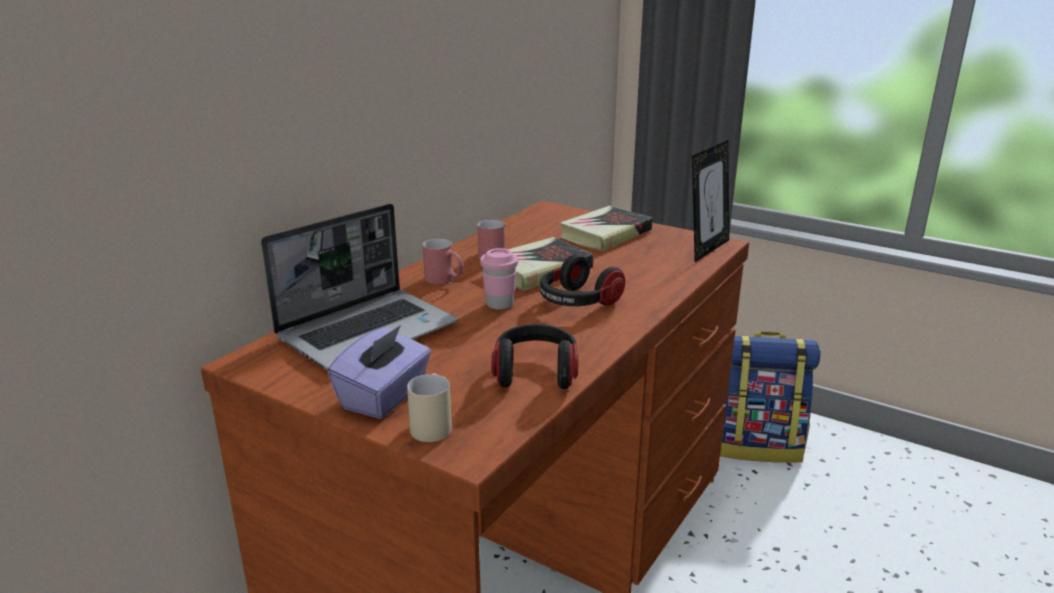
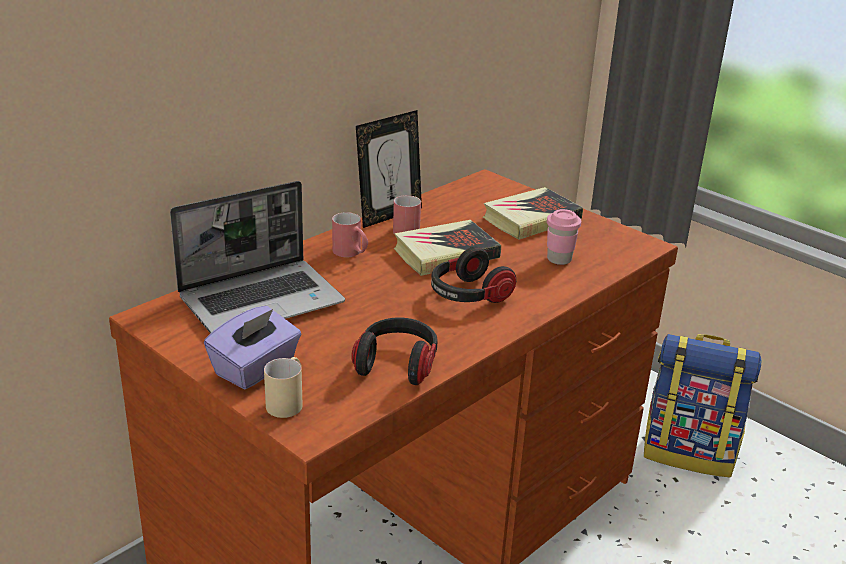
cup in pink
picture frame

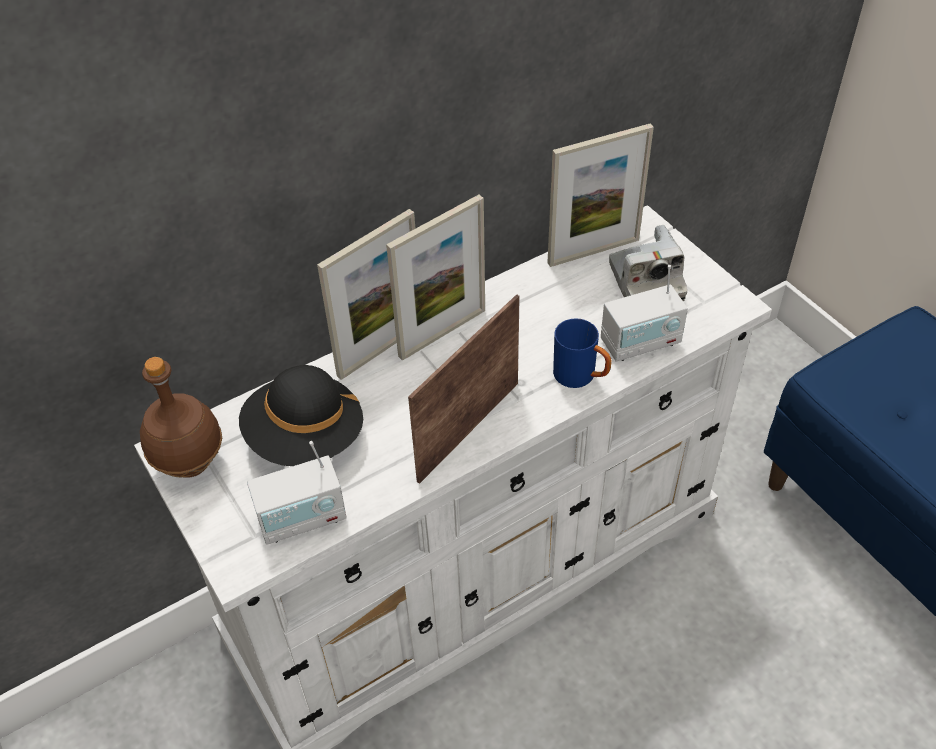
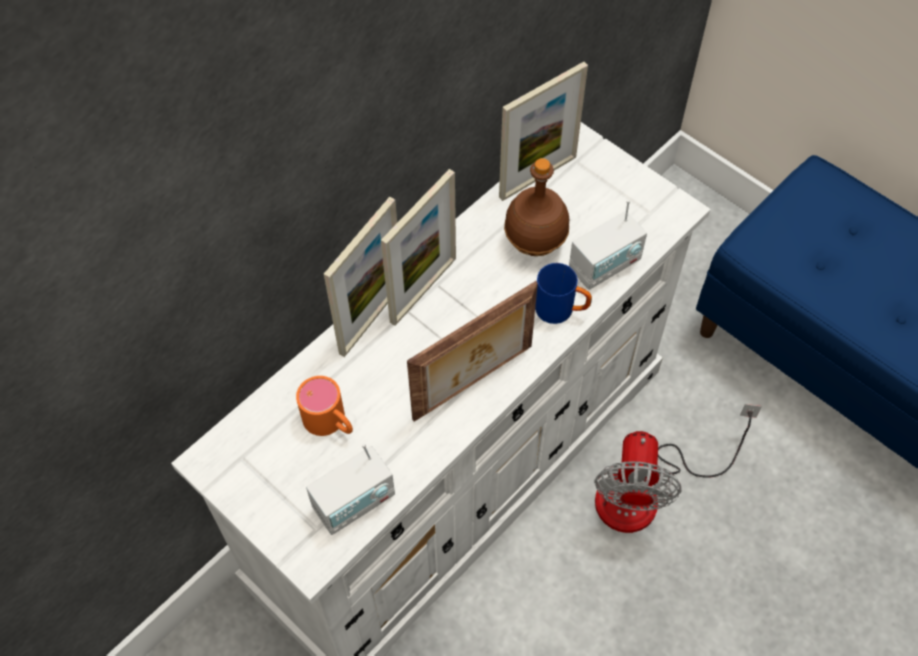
bottle in brown
mug in orange
picture frame (no. 3 from left)
photo camera
fan

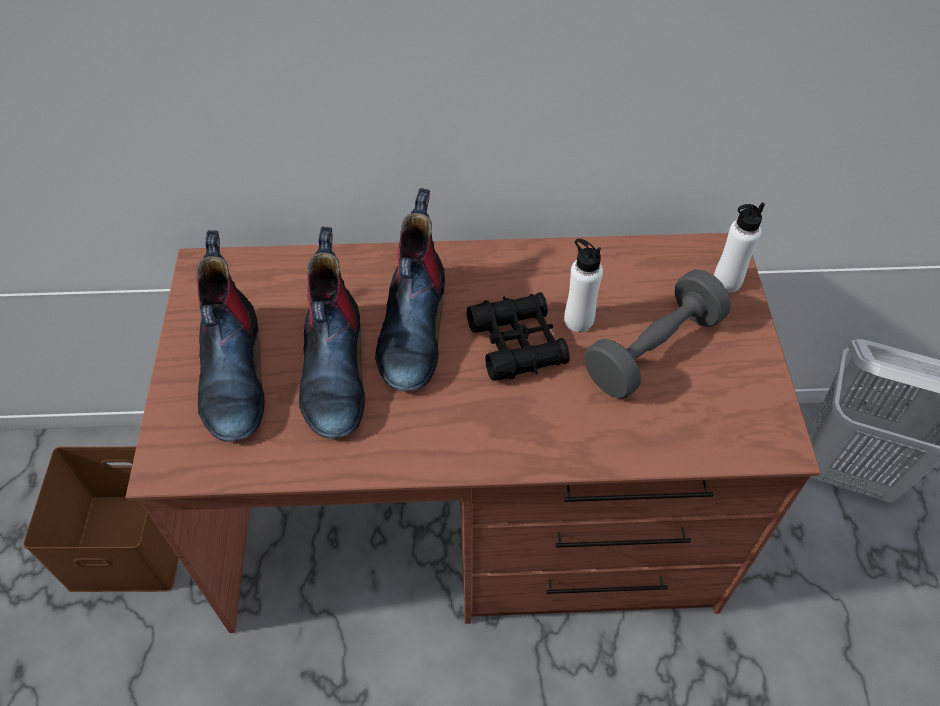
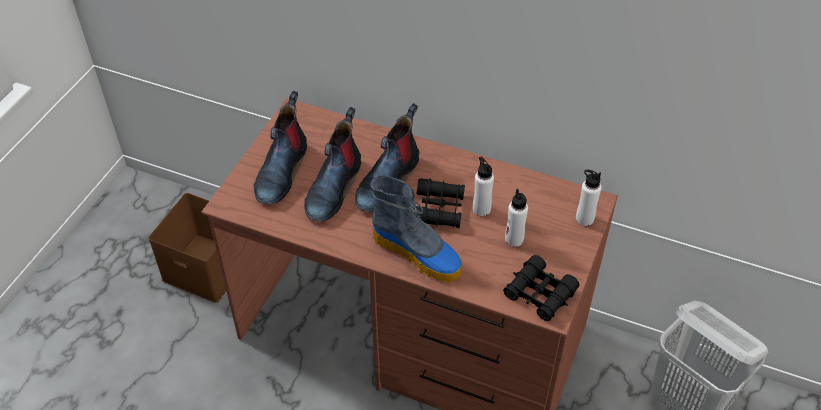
bottle in white (no. 2 from left)
boot (no. 4 from left)
binoculars in black (no. 2 from left)

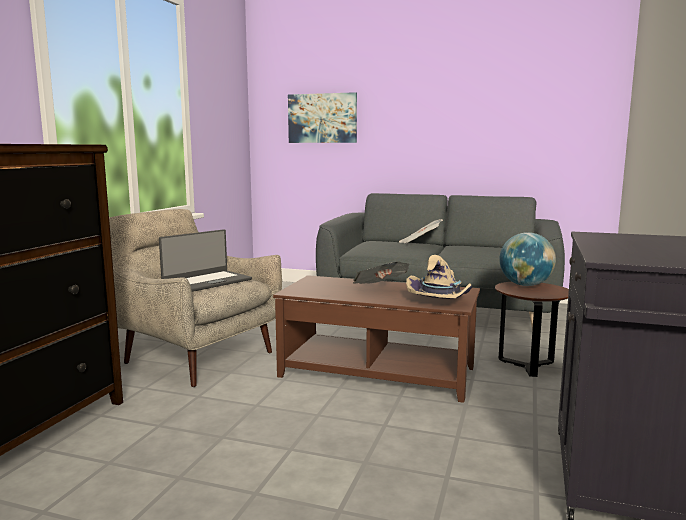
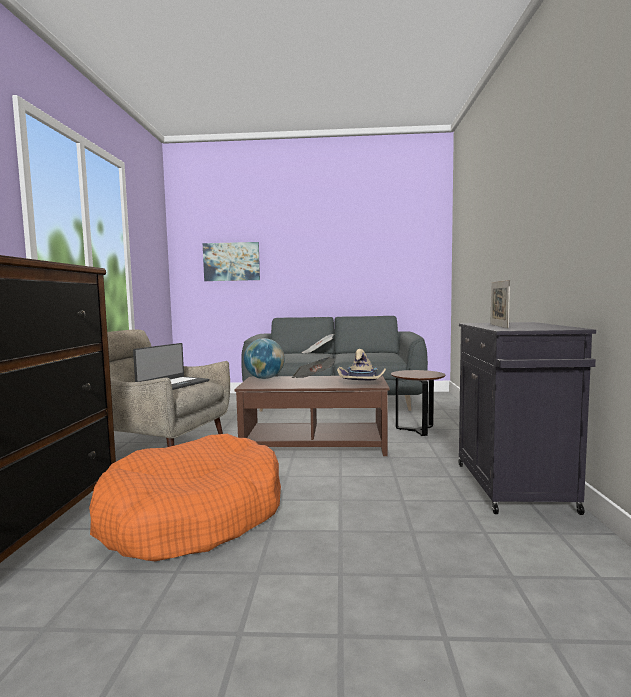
globe
dog bed in orange
picture frame

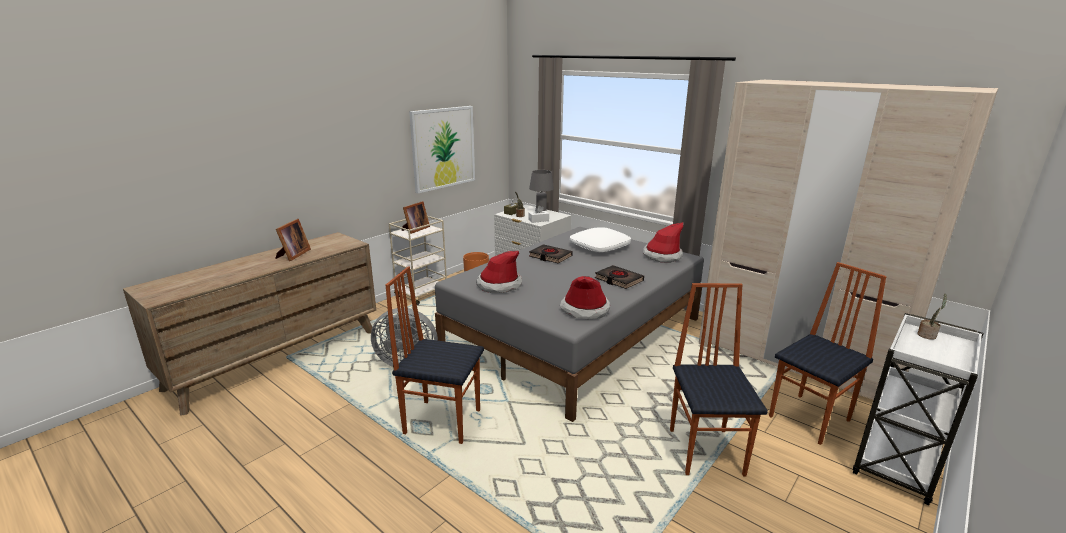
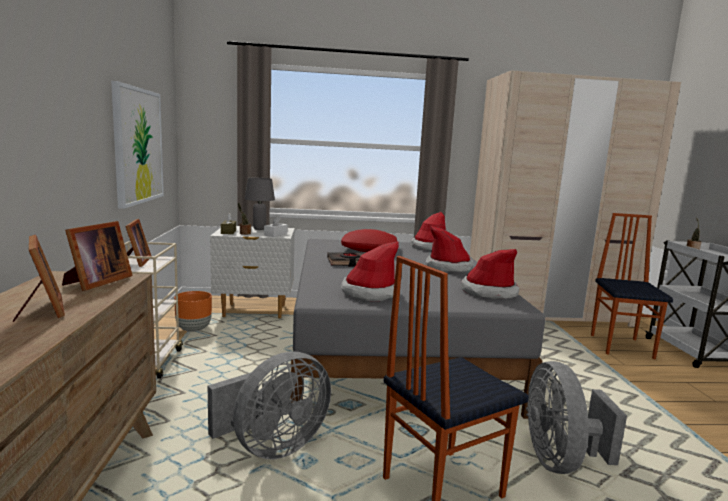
pillow in red
hat (no. 3 from left)
chair (no. 2 from left in the first image)
picture frame (no. 2 from left)
fan in grey (no. 2 from left)

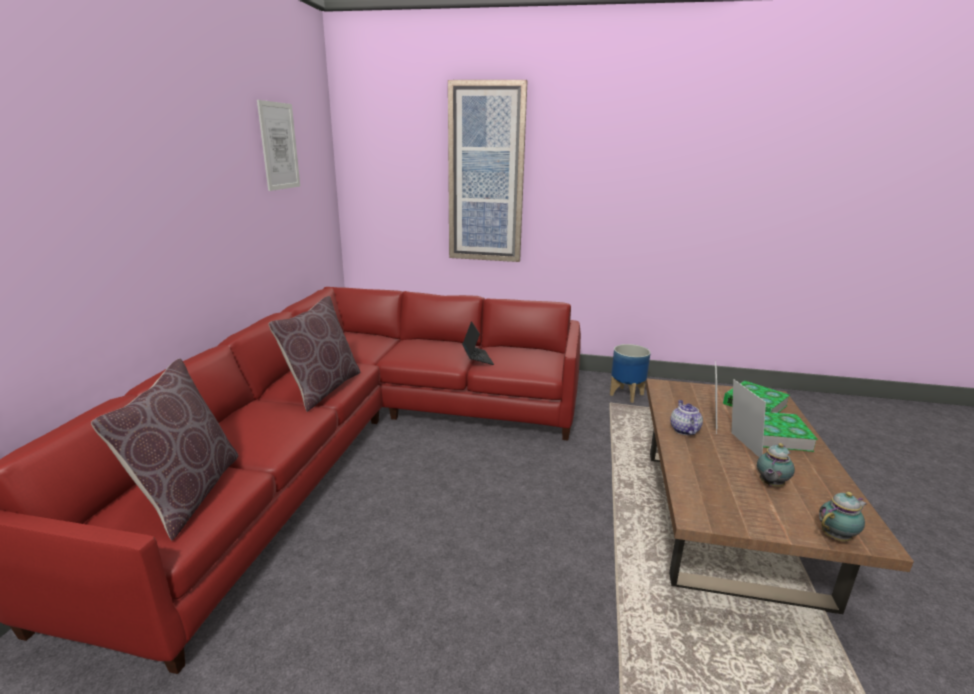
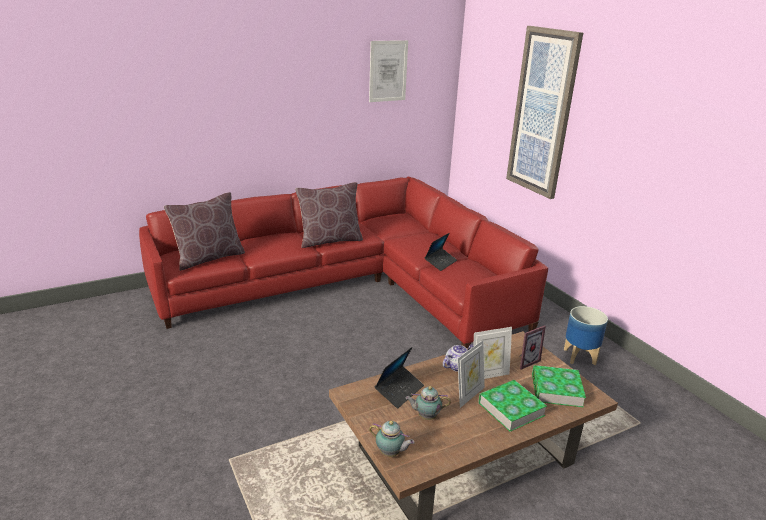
laptop (no. 1 from left)
picture frame (no. 3 from left)

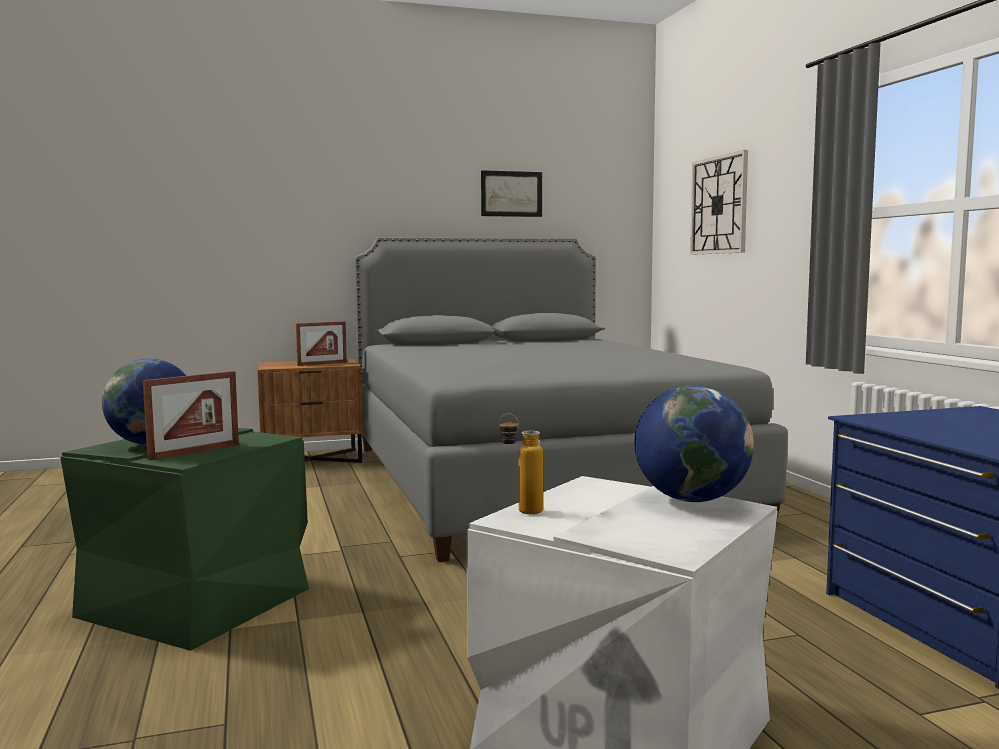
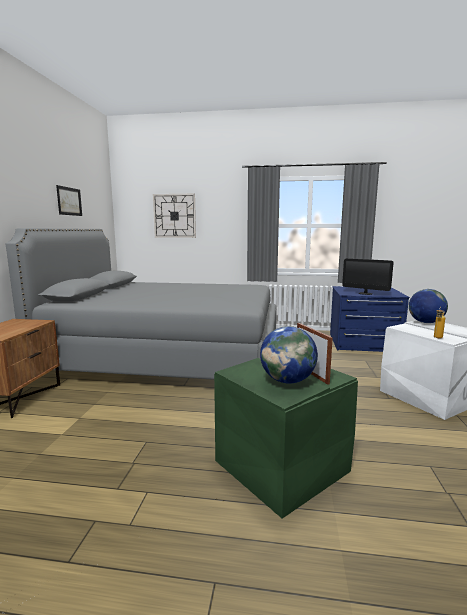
picture frame (no. 2 from left in the first image)
monitor

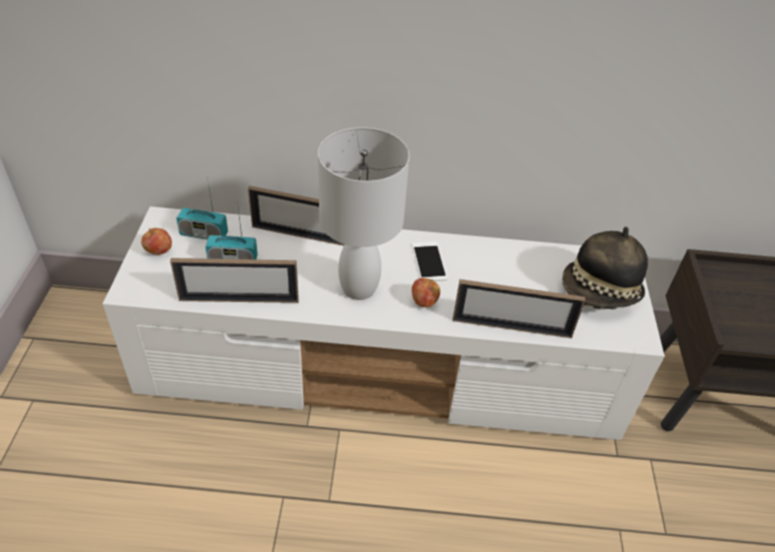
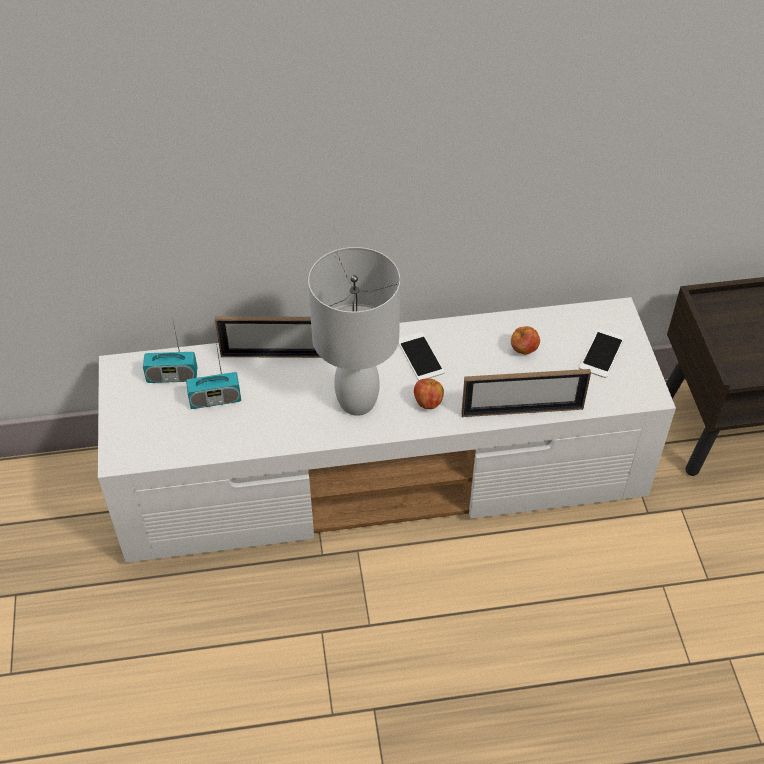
apple (no. 2 from left)
picture frame (no. 1 from left in the first image)
phone (no. 2 from left)

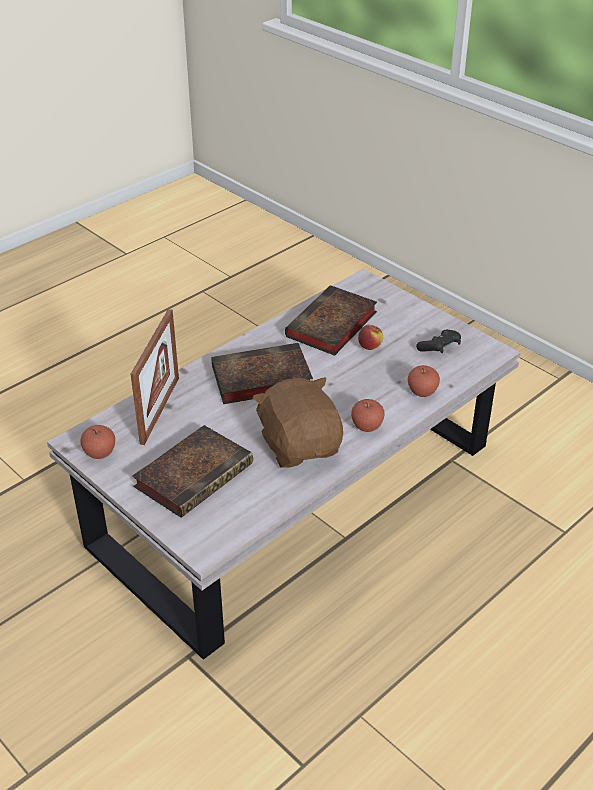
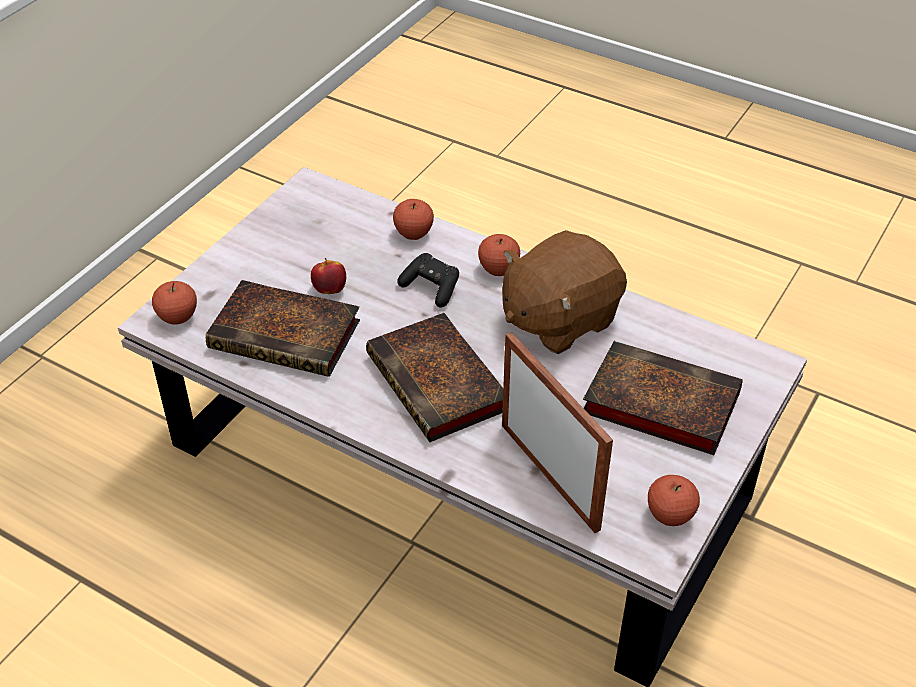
picture frame
game controller in black
apple (no. 1 from left)

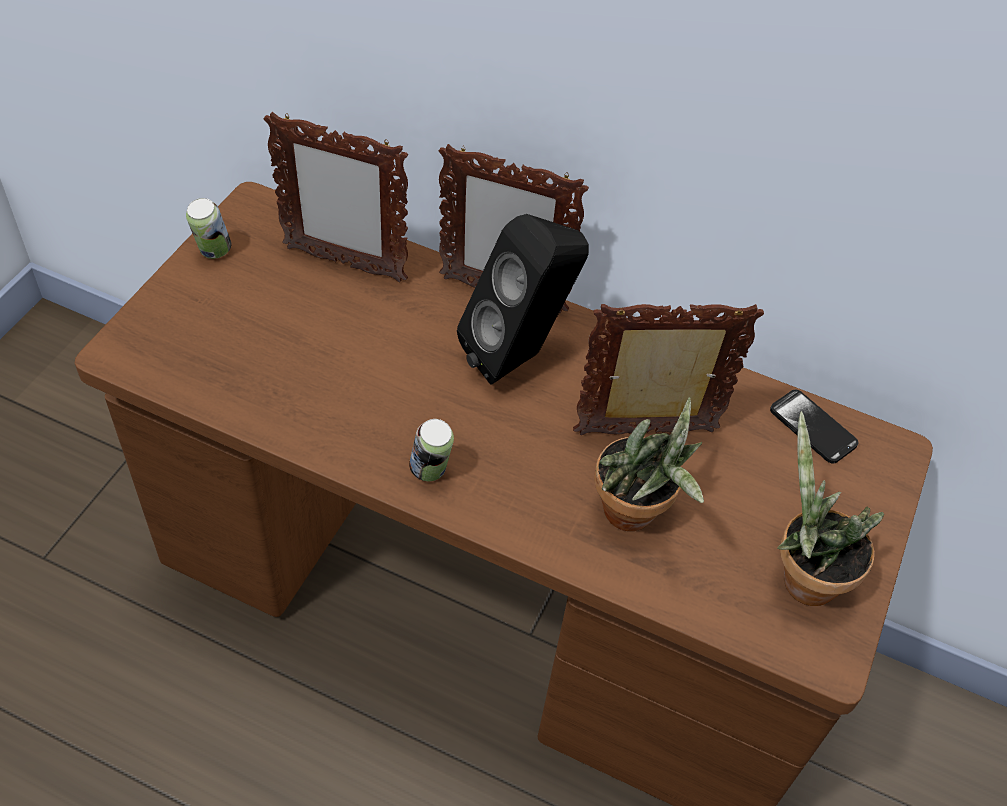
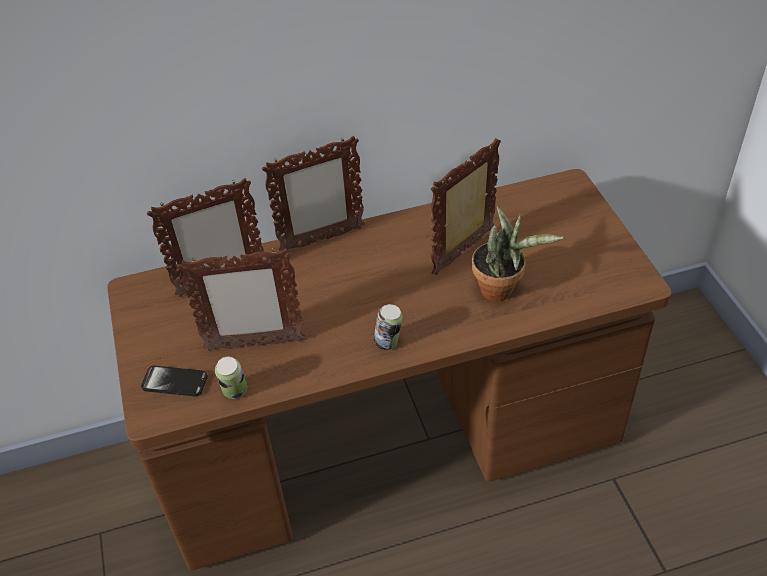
can (no. 1 from left)
speaker in black
phone
potted plant (no. 2 from left in the first image)
picture frame (no. 2 from left)

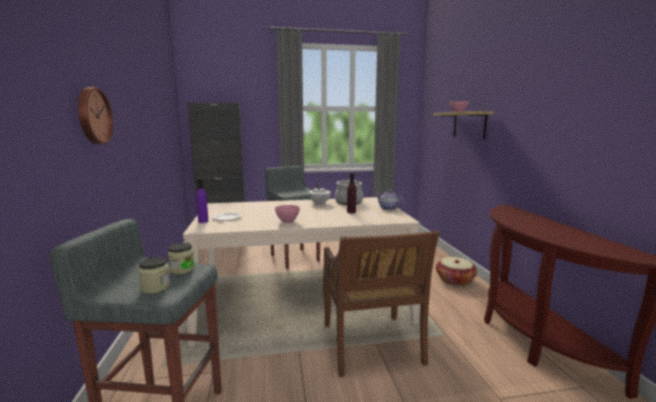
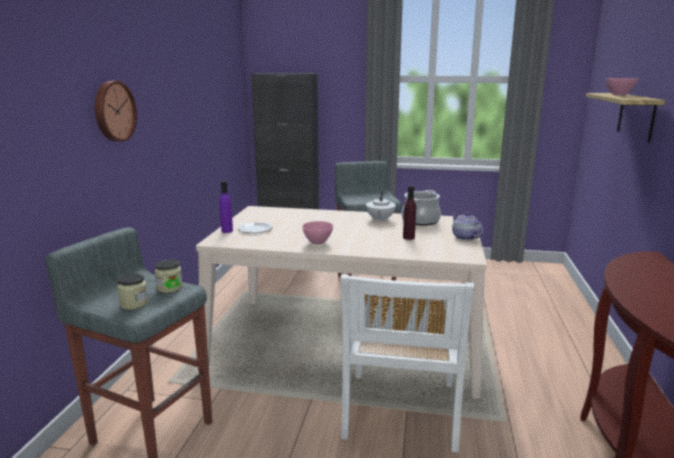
chair in white
basket

